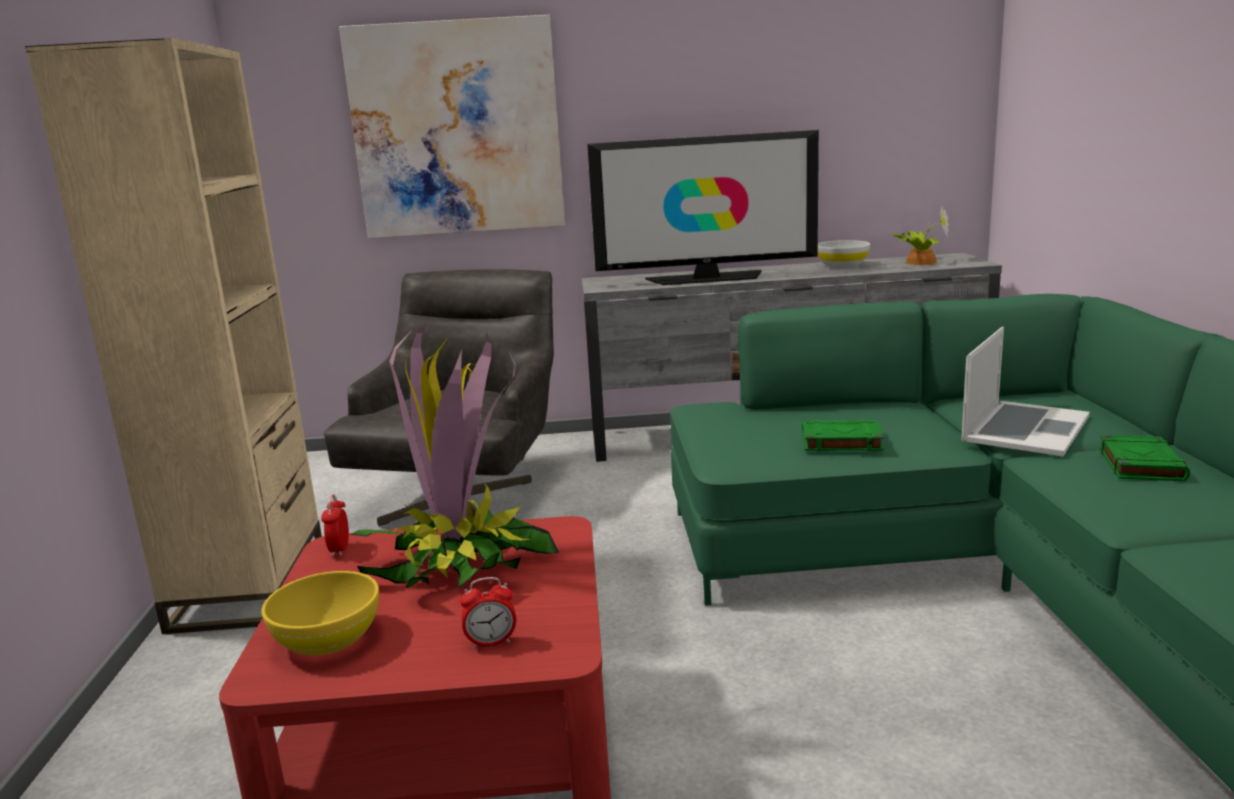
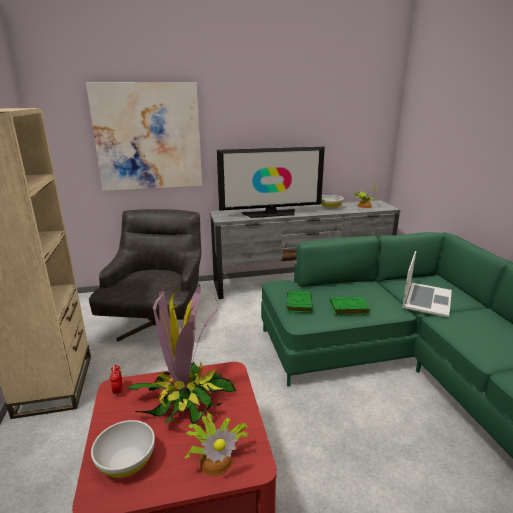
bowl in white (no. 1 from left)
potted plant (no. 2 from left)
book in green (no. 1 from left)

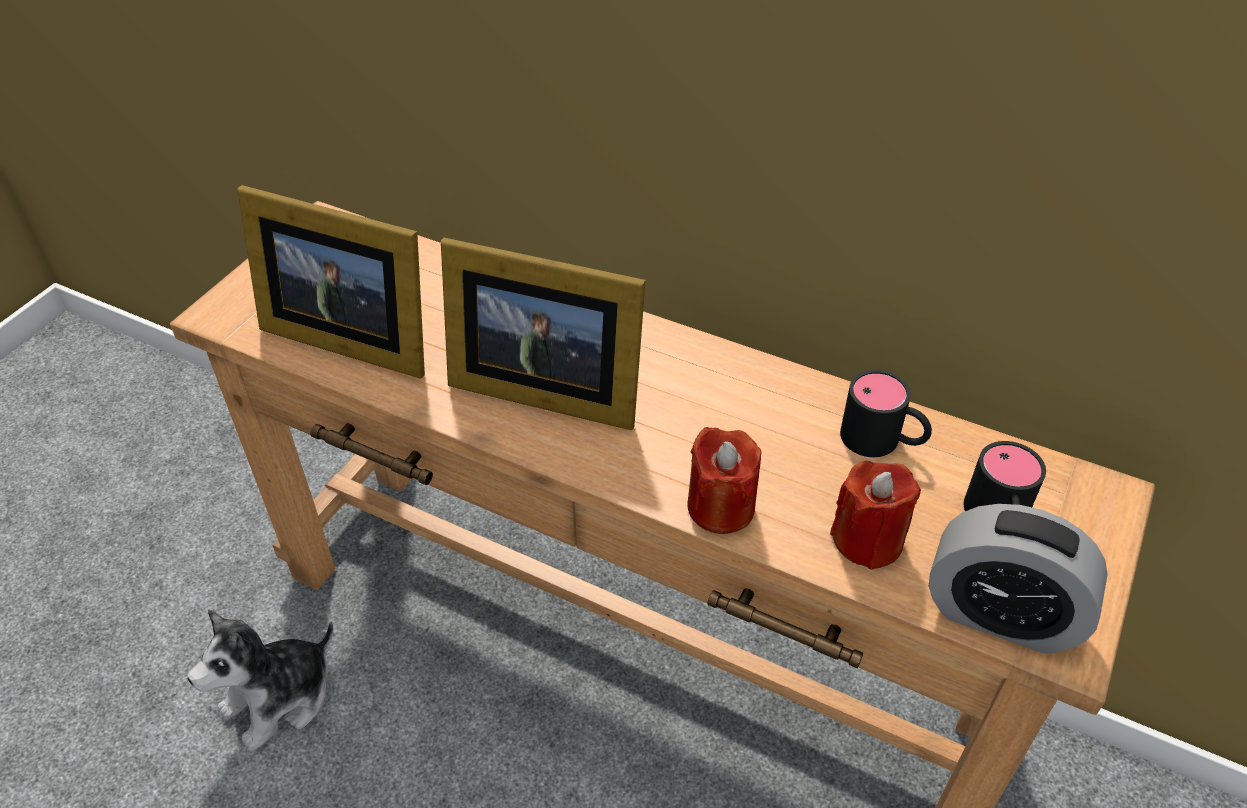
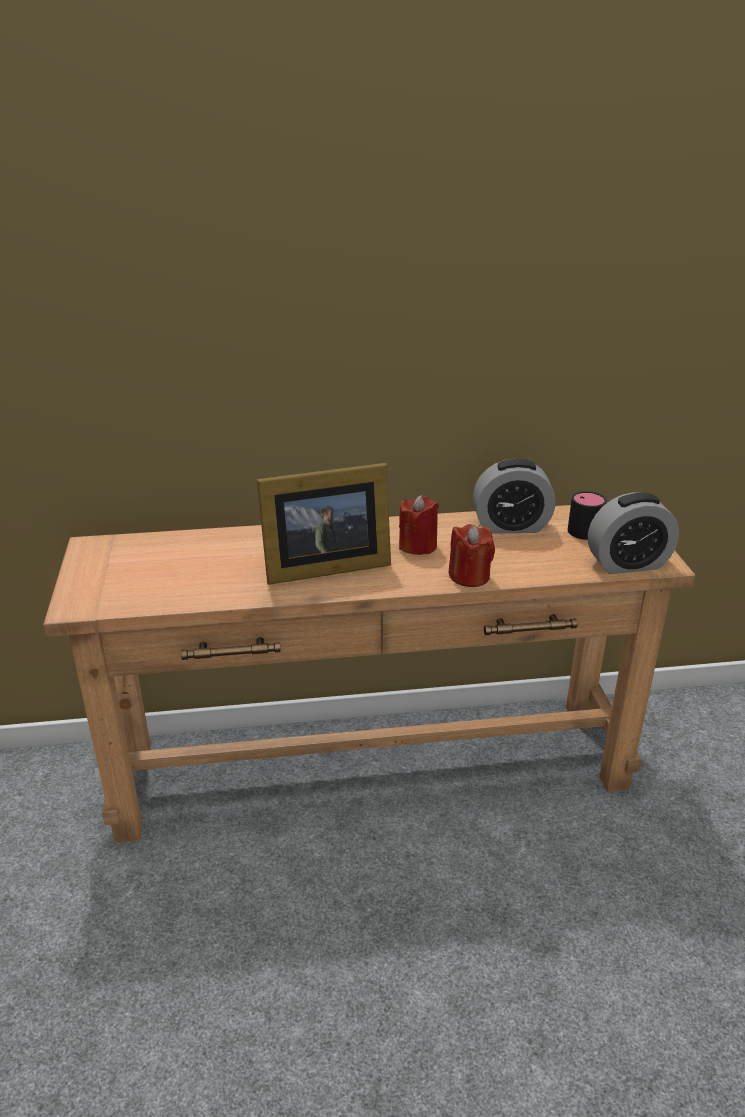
plush toy
picture frame (no. 1 from left in the first image)
candle in red (no. 1 from left)
alarm clock (no. 1 from left)

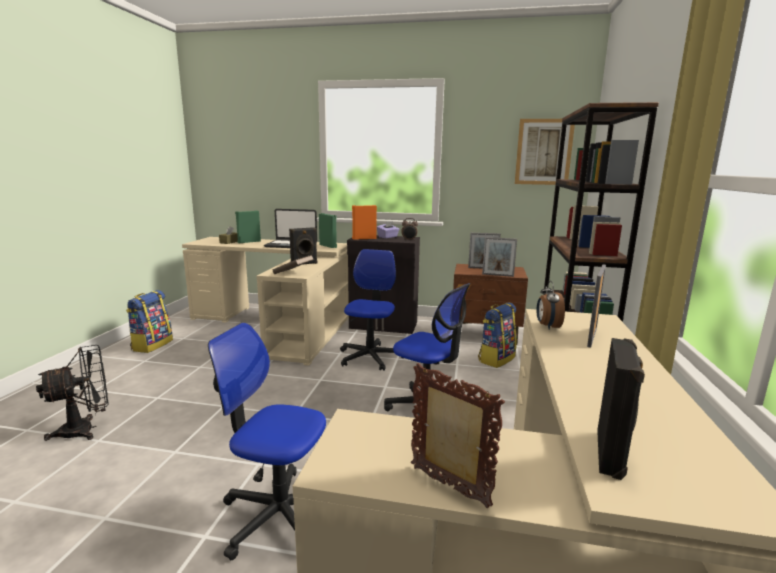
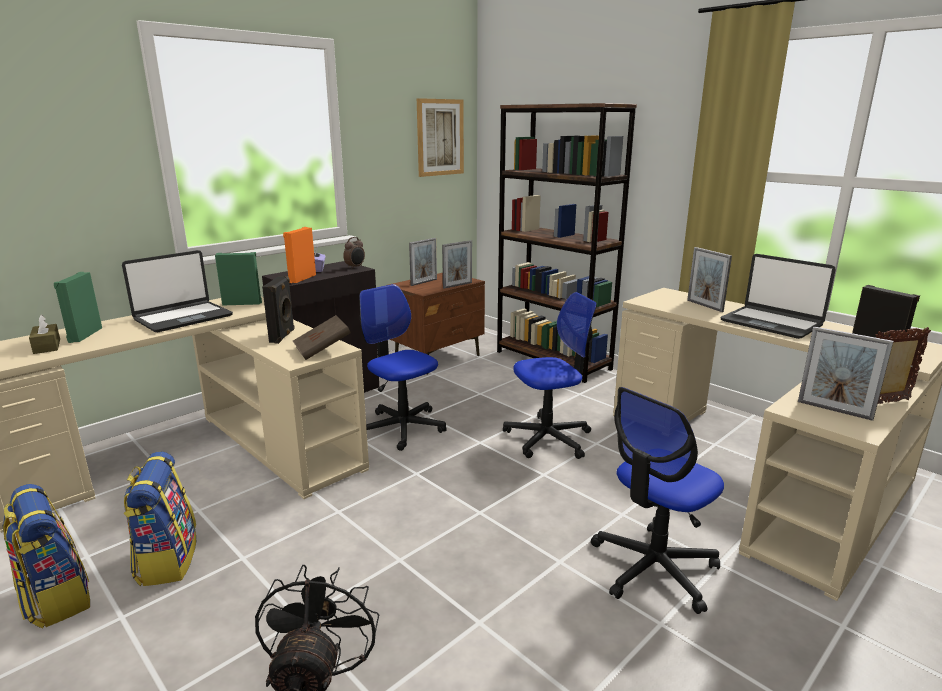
backpack (no. 2 from left)
alarm clock (no. 2 from left in the first image)
laptop (no. 2 from left)
picture frame (no. 4 from left)

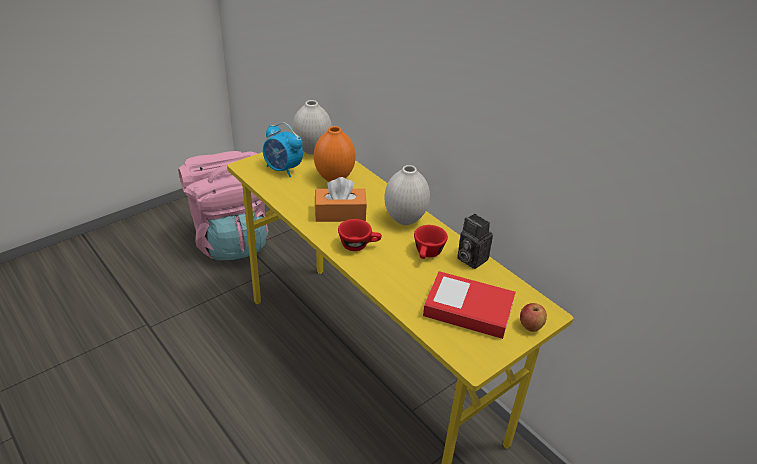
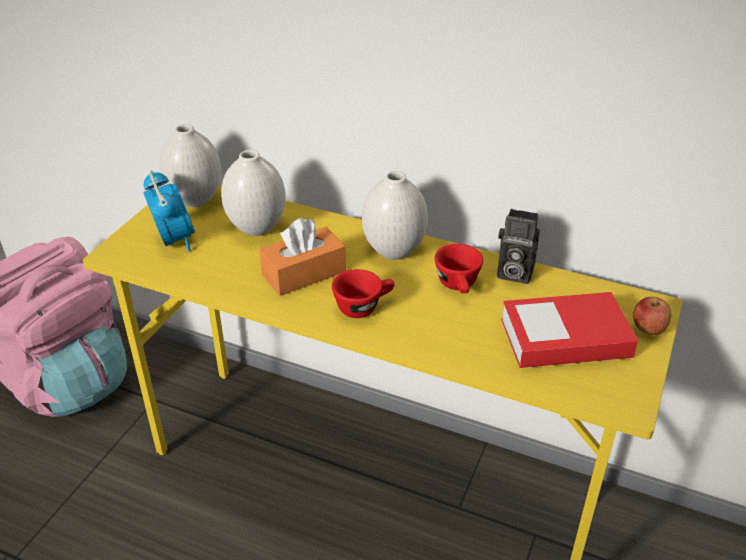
alarm clock
vase in white (no. 2 from left)

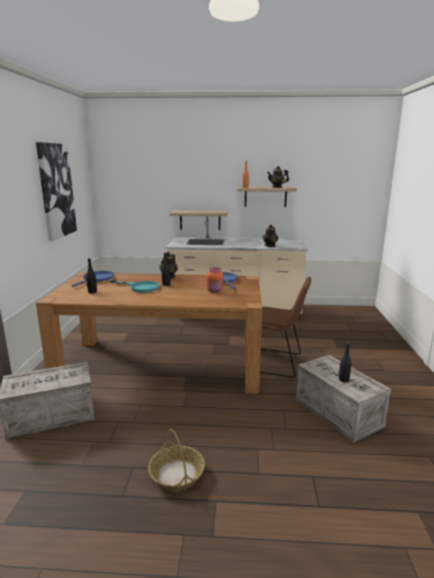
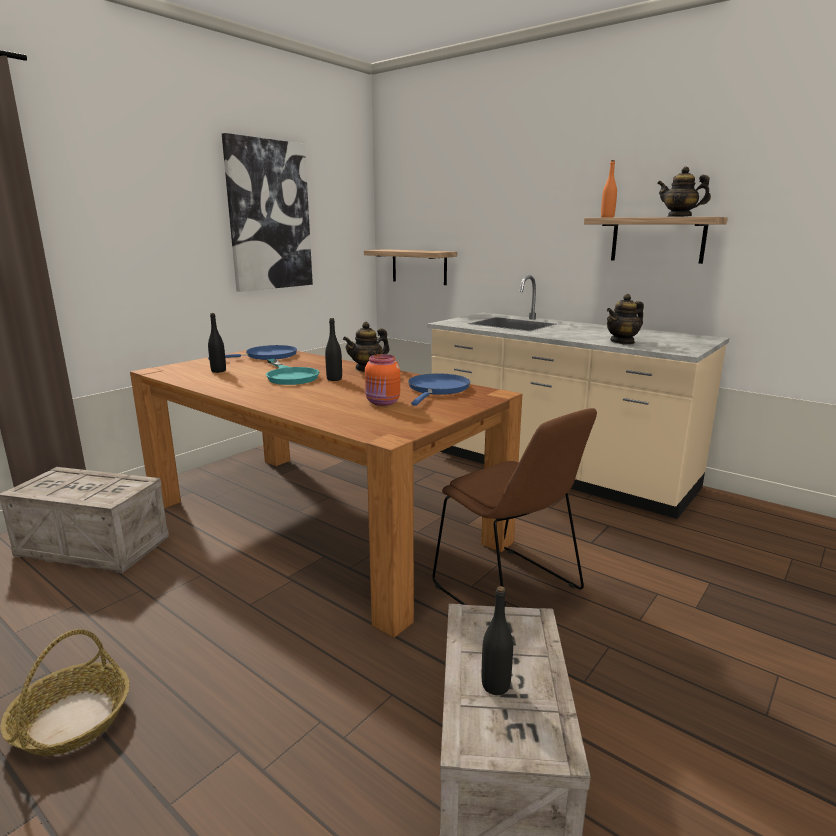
shelf (no. 1 from left)

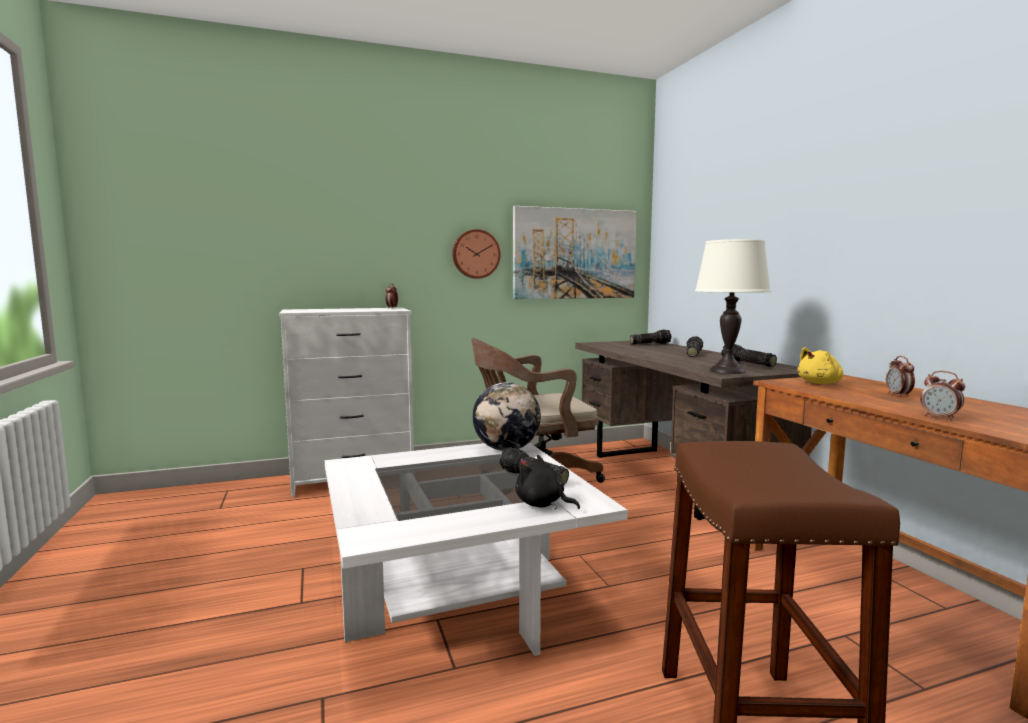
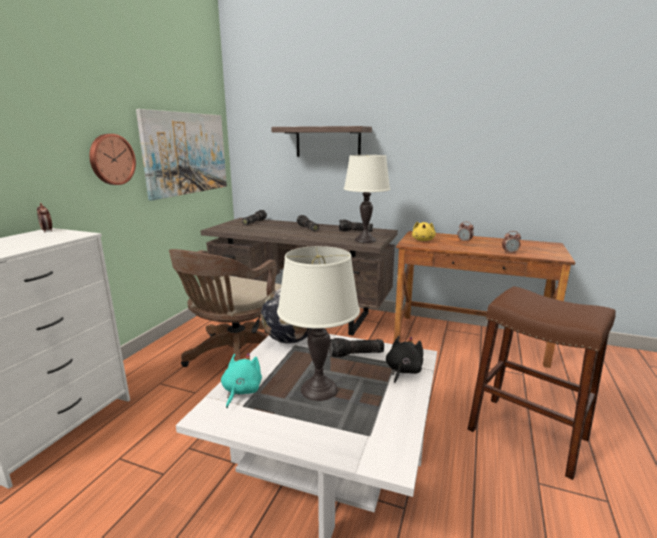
plush toy in black
plush toy in turquoise
shelf
table lamp in white (no. 1 from left)

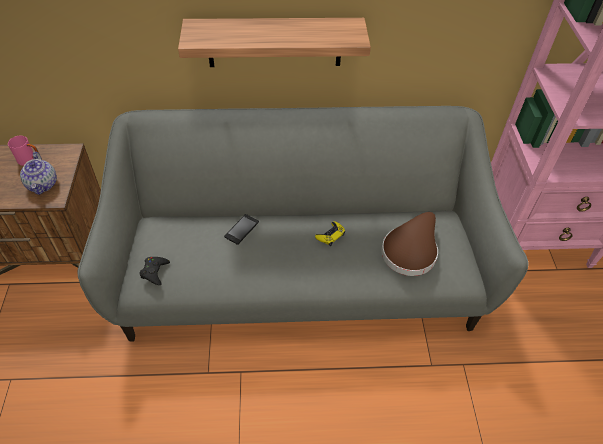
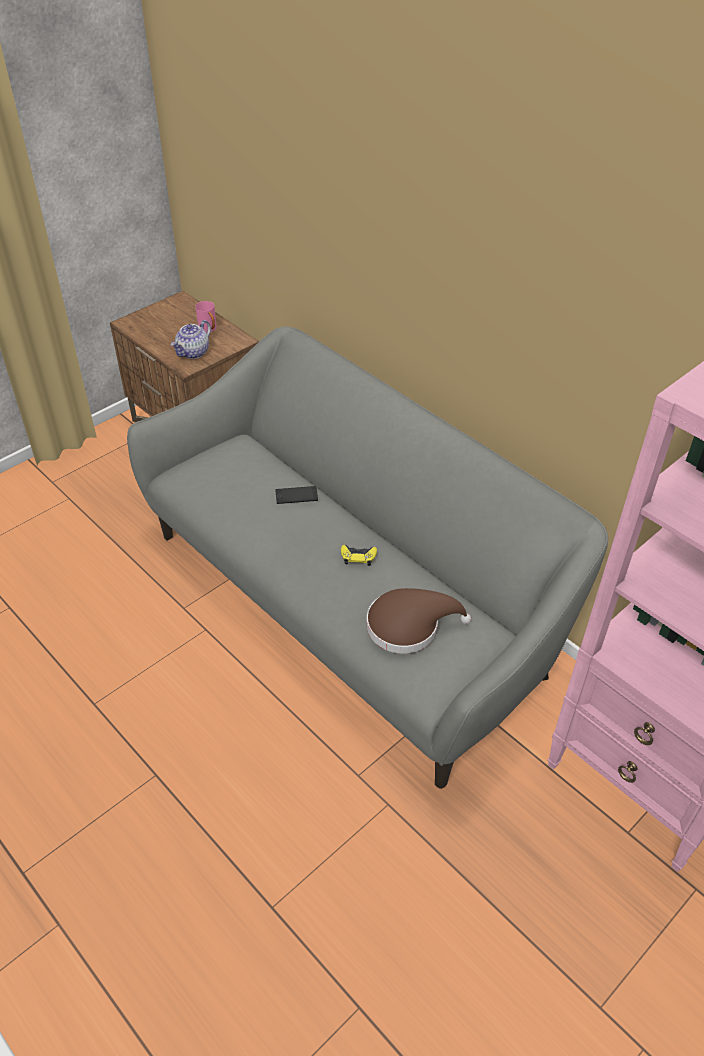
game controller in black
shelf

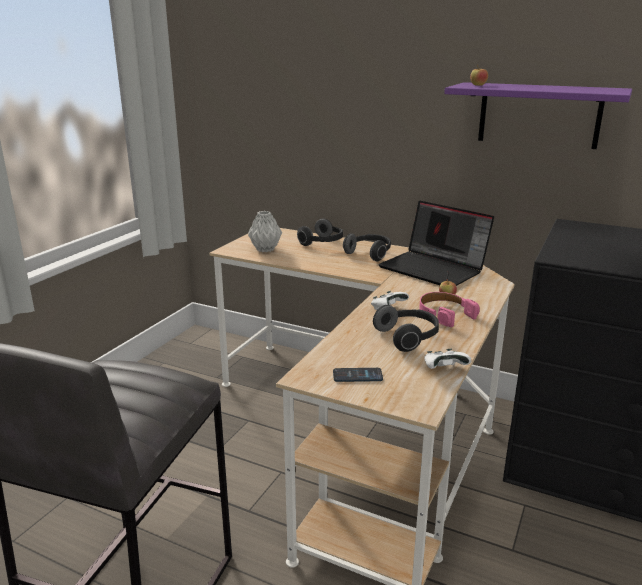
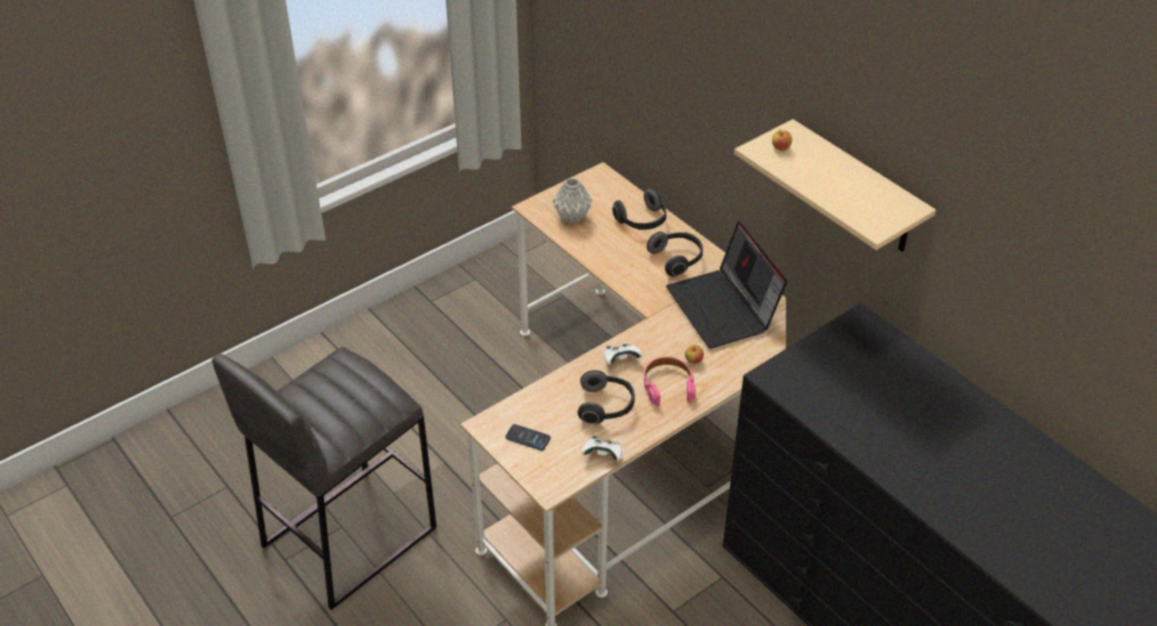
shelf in beige

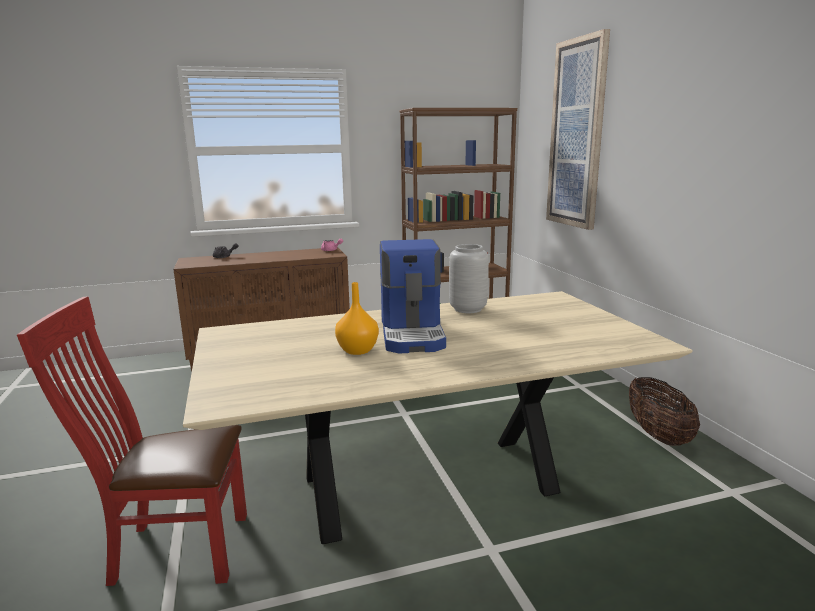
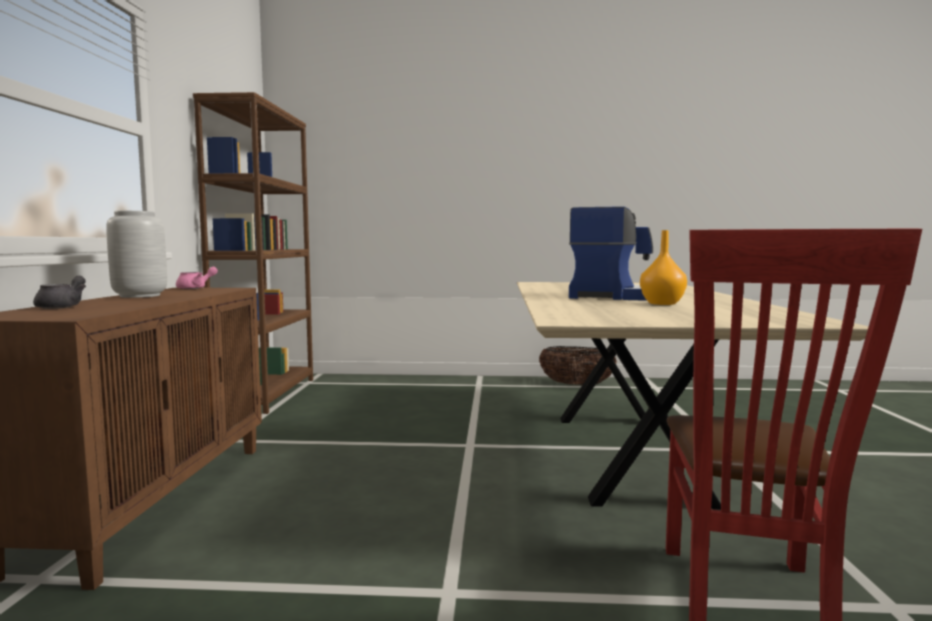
vase in grey
picture

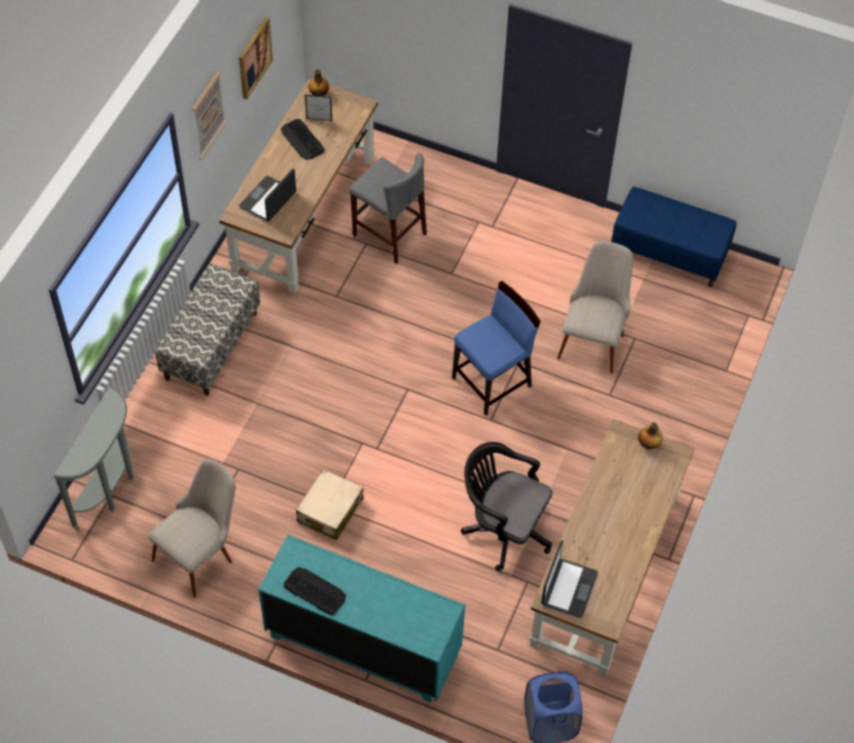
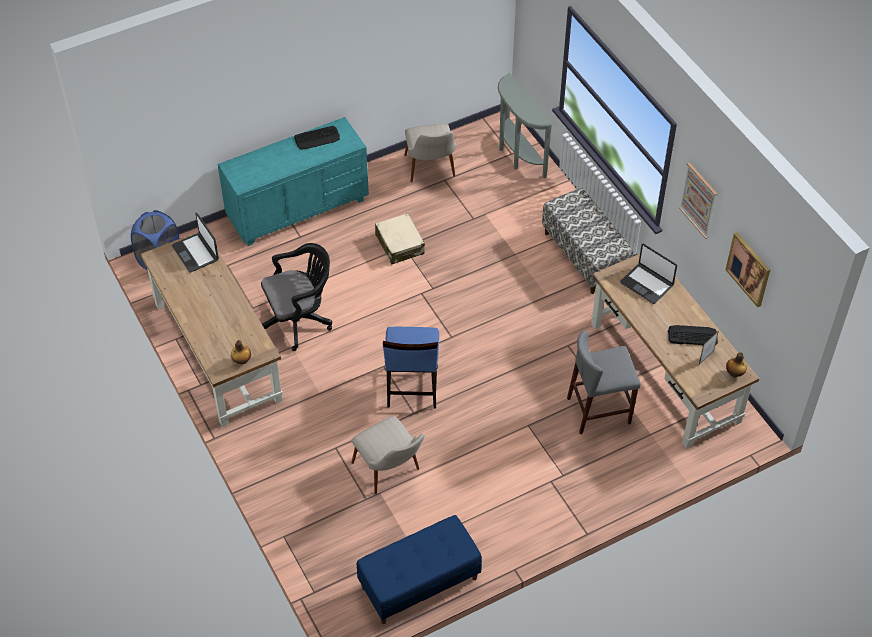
laptop (no. 2 from left)

